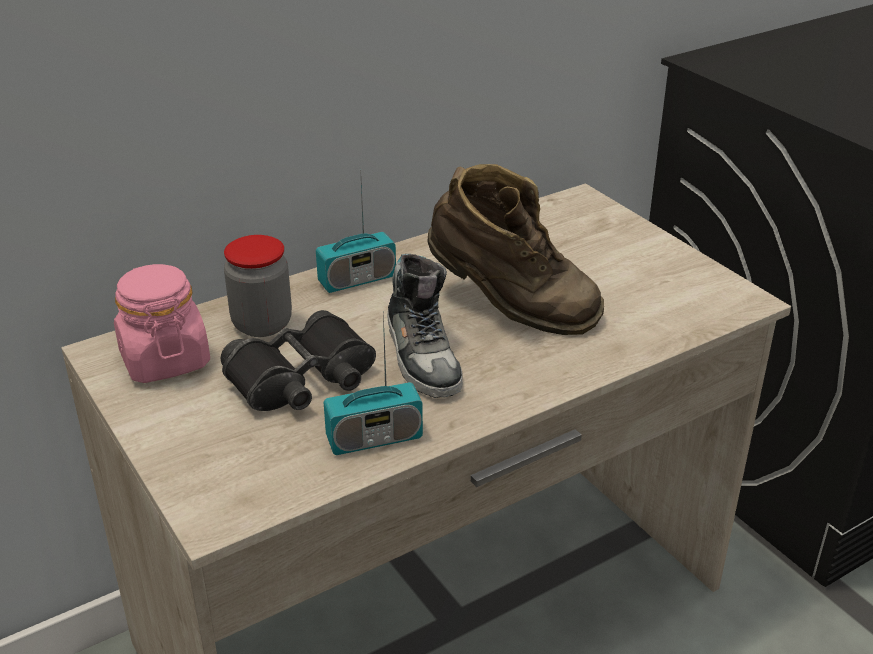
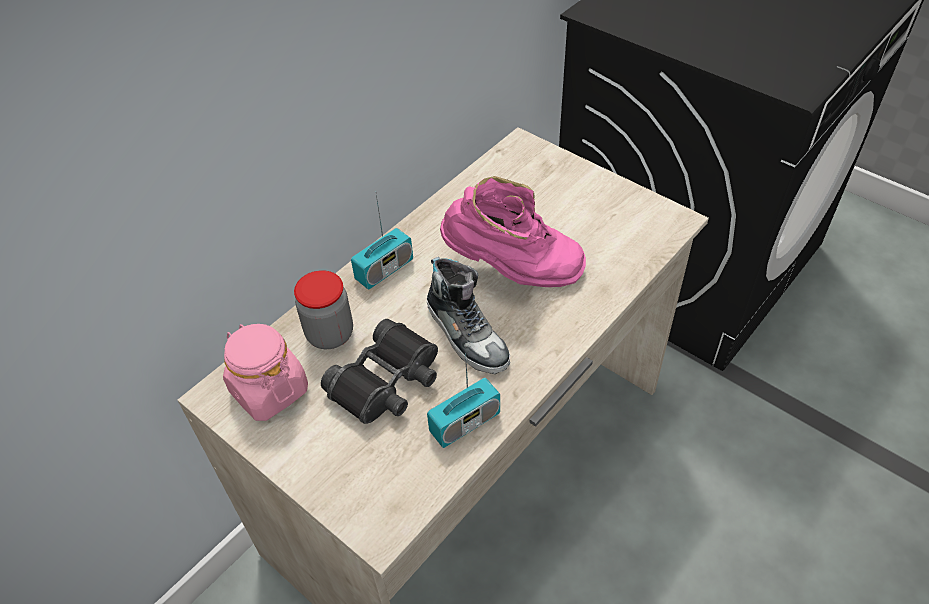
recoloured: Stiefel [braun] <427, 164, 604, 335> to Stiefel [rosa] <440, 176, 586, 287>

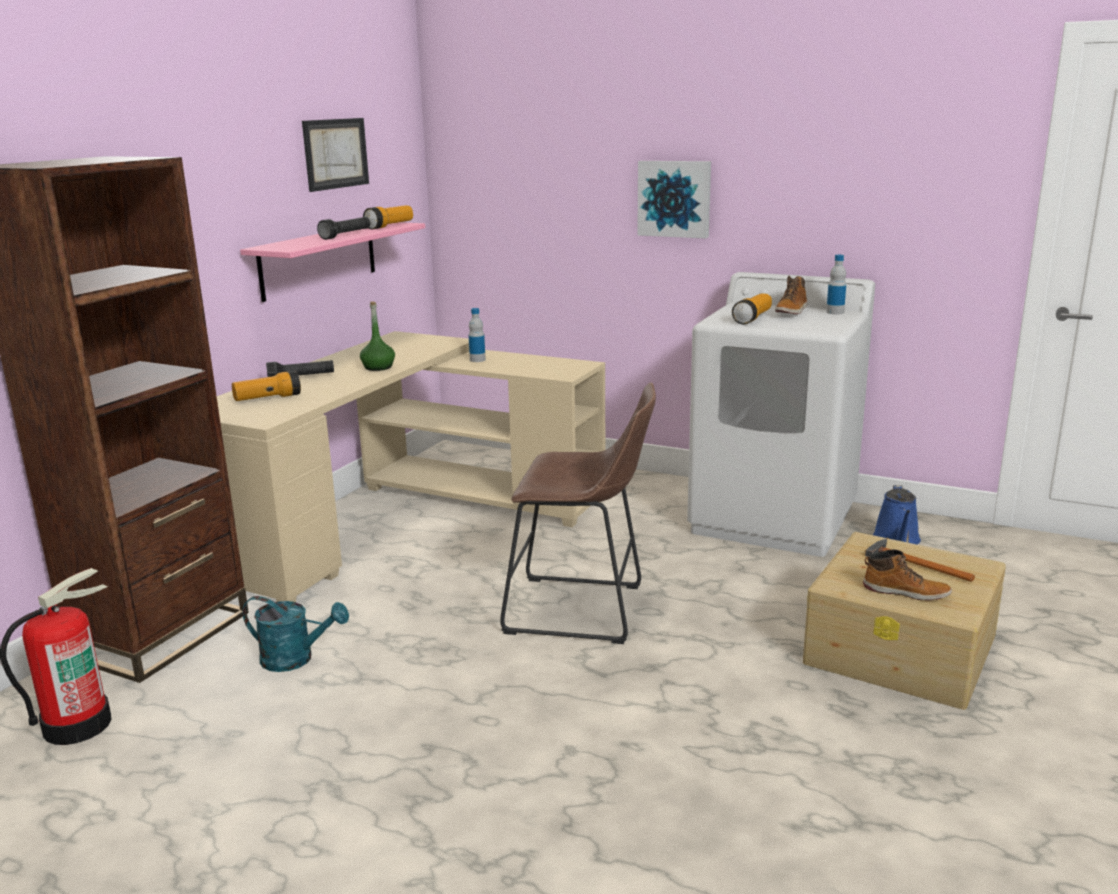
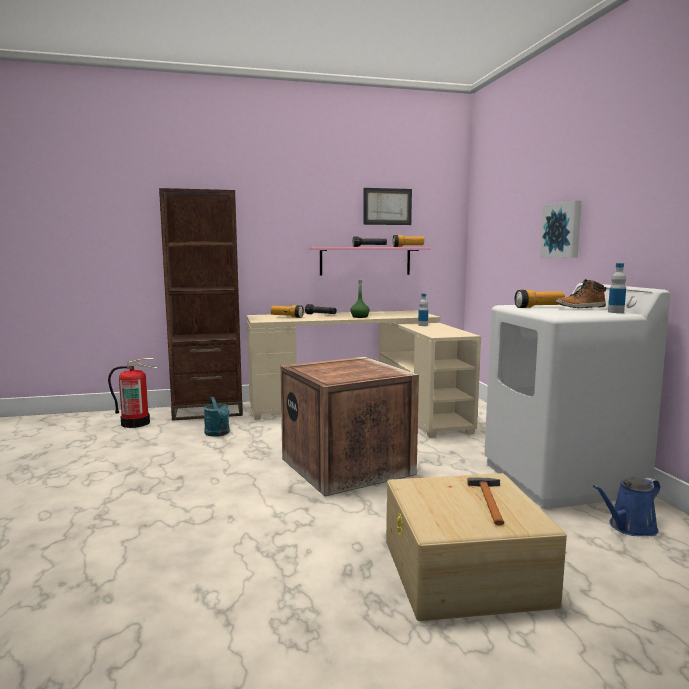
removed: Stiefel <863, 549, 952, 601>
replaced: Hocker [braun] <500, 382, 656, 644> to Kiste <280, 357, 419, 496>

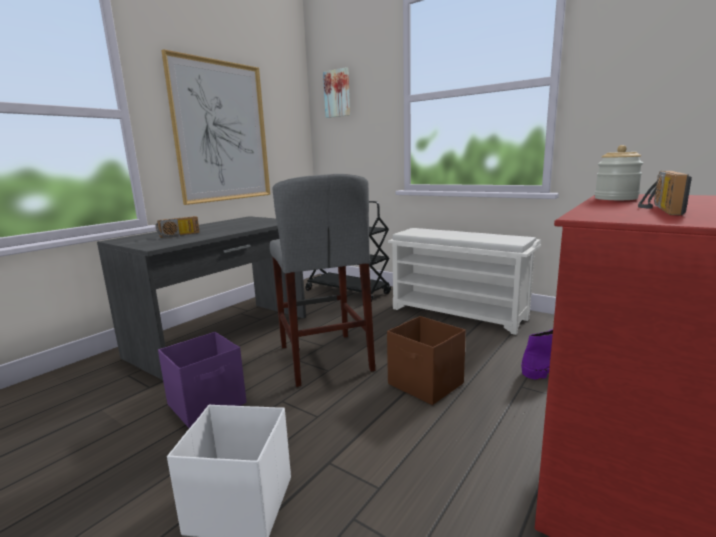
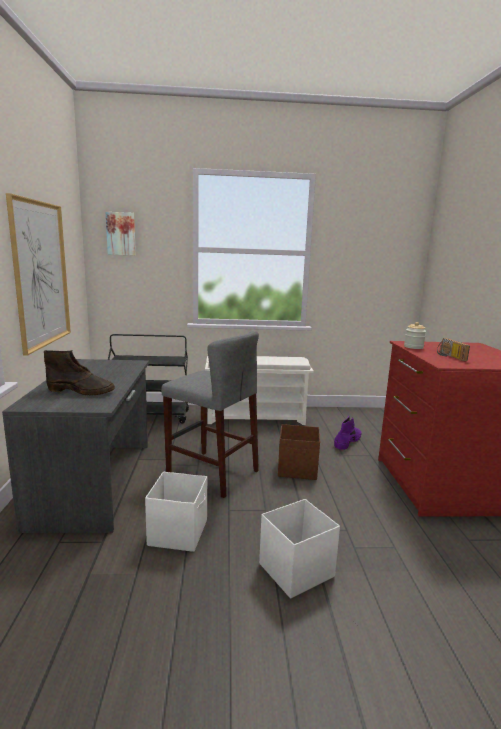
replaced: Radio <155, 216, 200, 238> to Stiefel [braun] <44, 350, 115, 396>
recoloured: Aufbewahrungsbox [lila] <158, 332, 246, 428> to Aufbewahrungsbox [weiß] <145, 472, 207, 552>

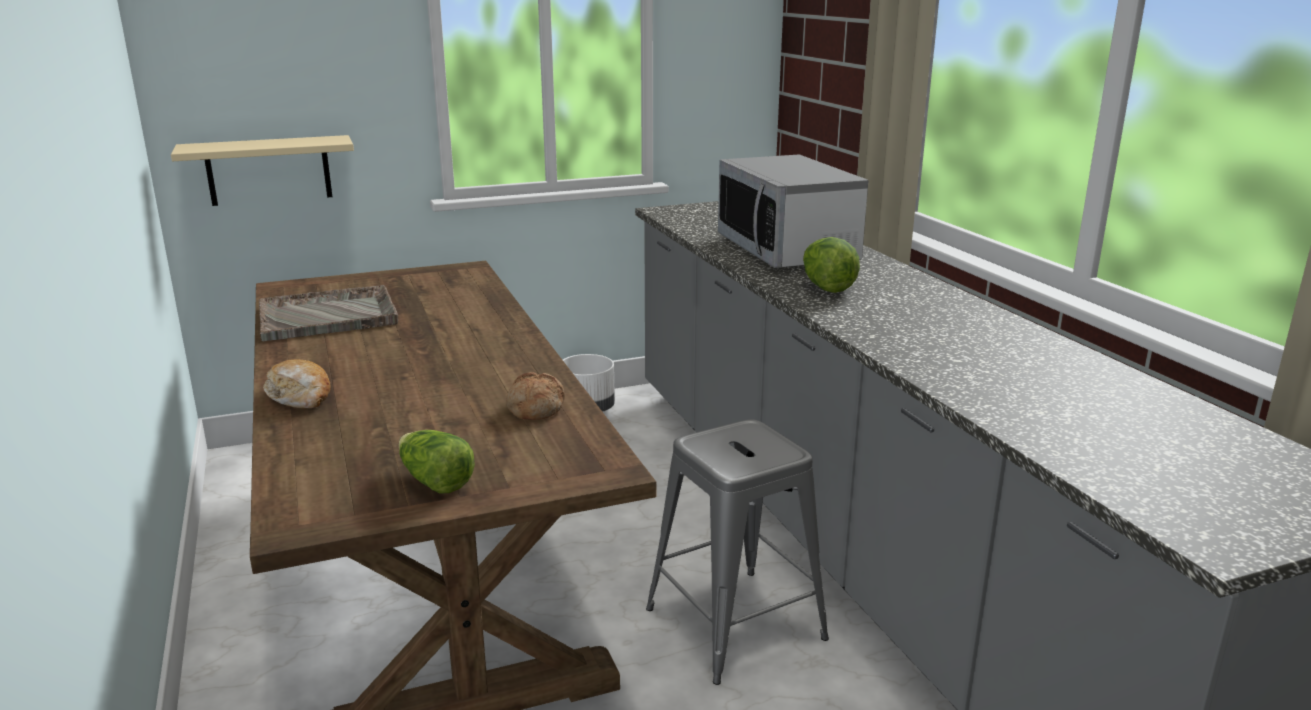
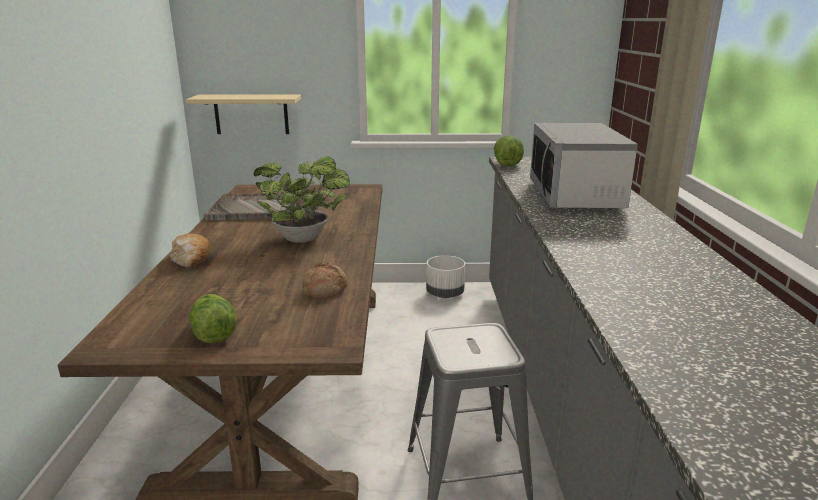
added: Topfpflanze <254, 156, 350, 243>
moved: Salatkopf <803, 237, 860, 293> to <494, 135, 524, 167>

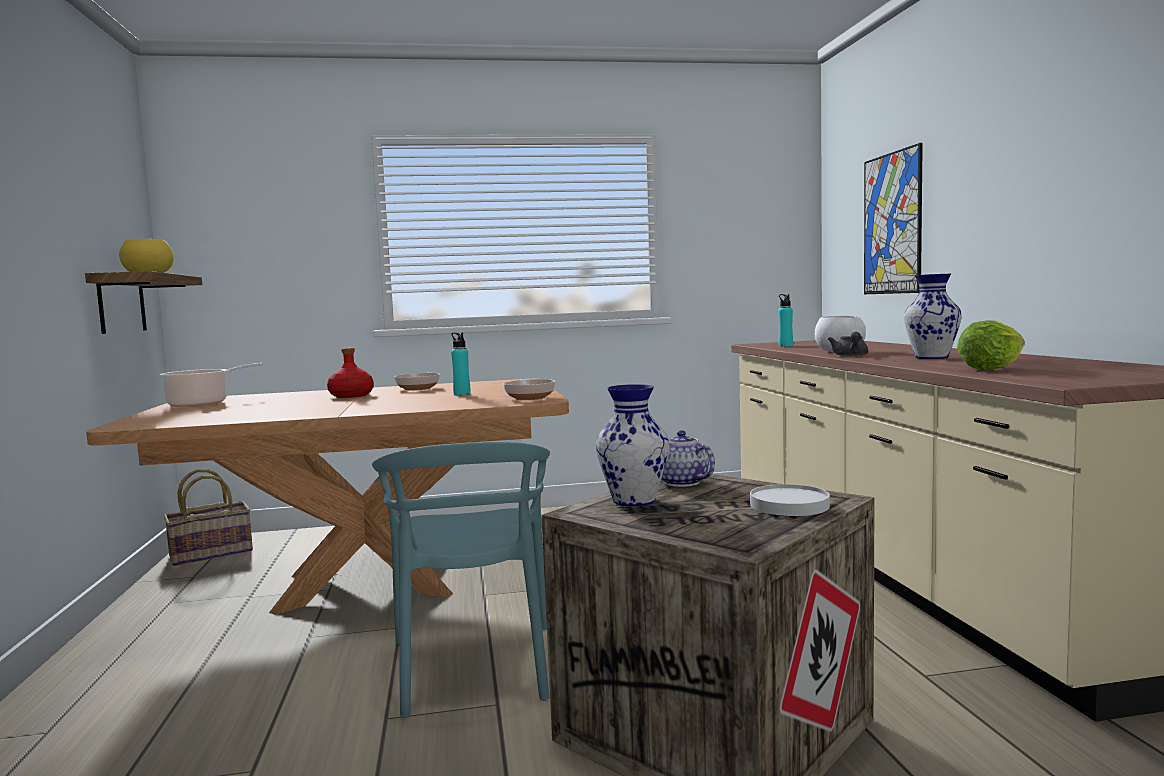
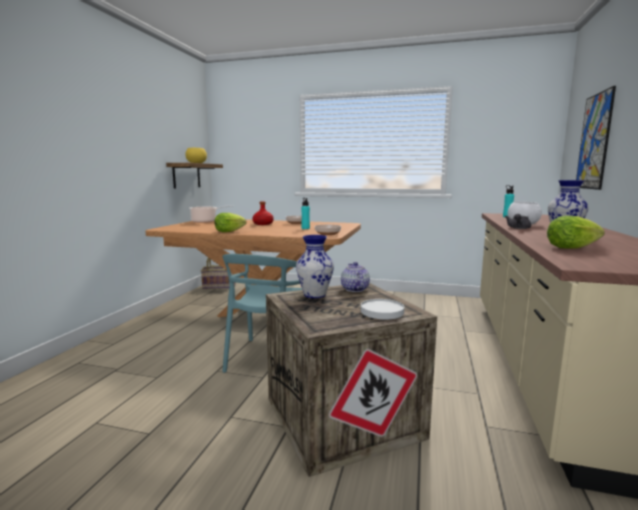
added: Salatkopf <214, 213, 246, 232>

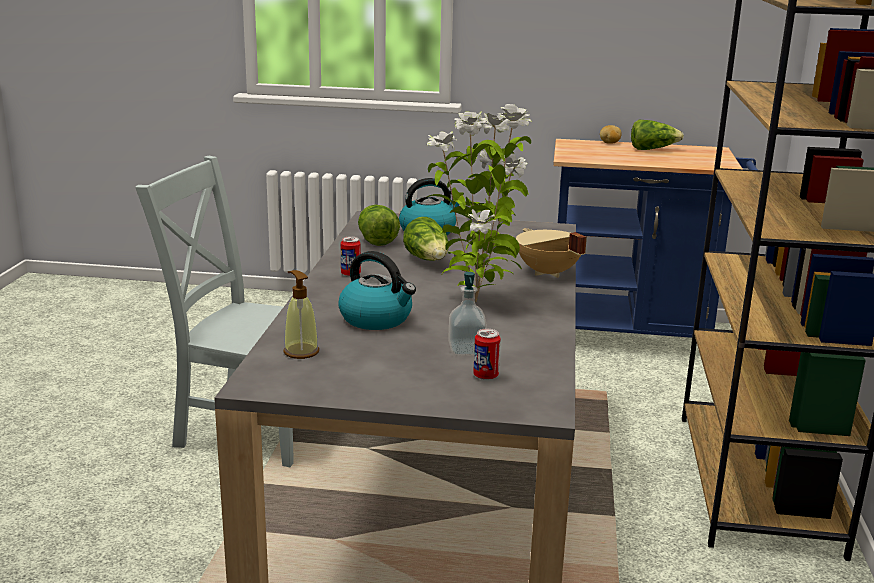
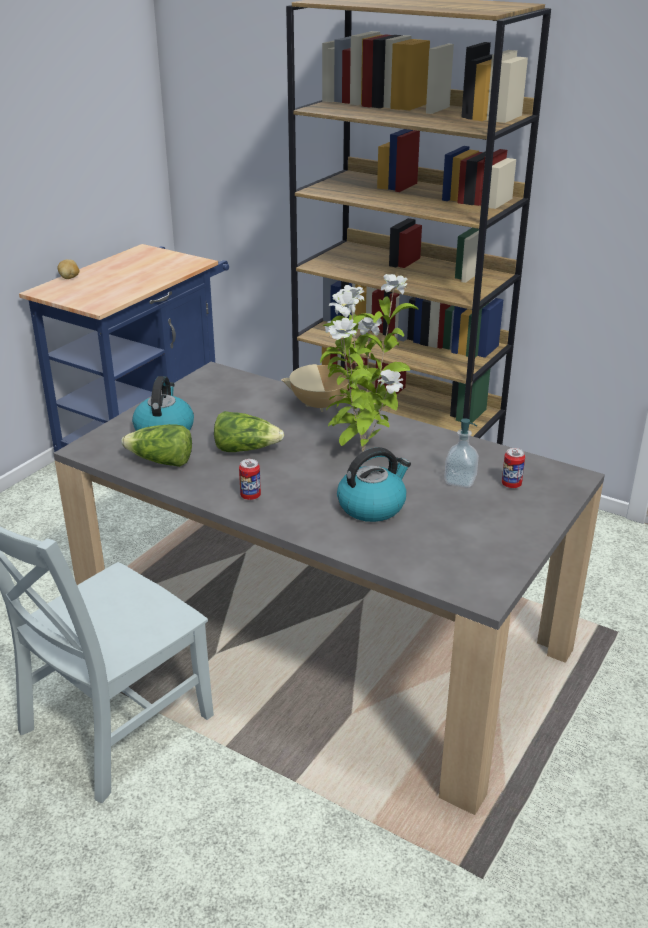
removed: Seifenspender <283, 270, 319, 359>; Salatkopf <631, 120, 684, 150>

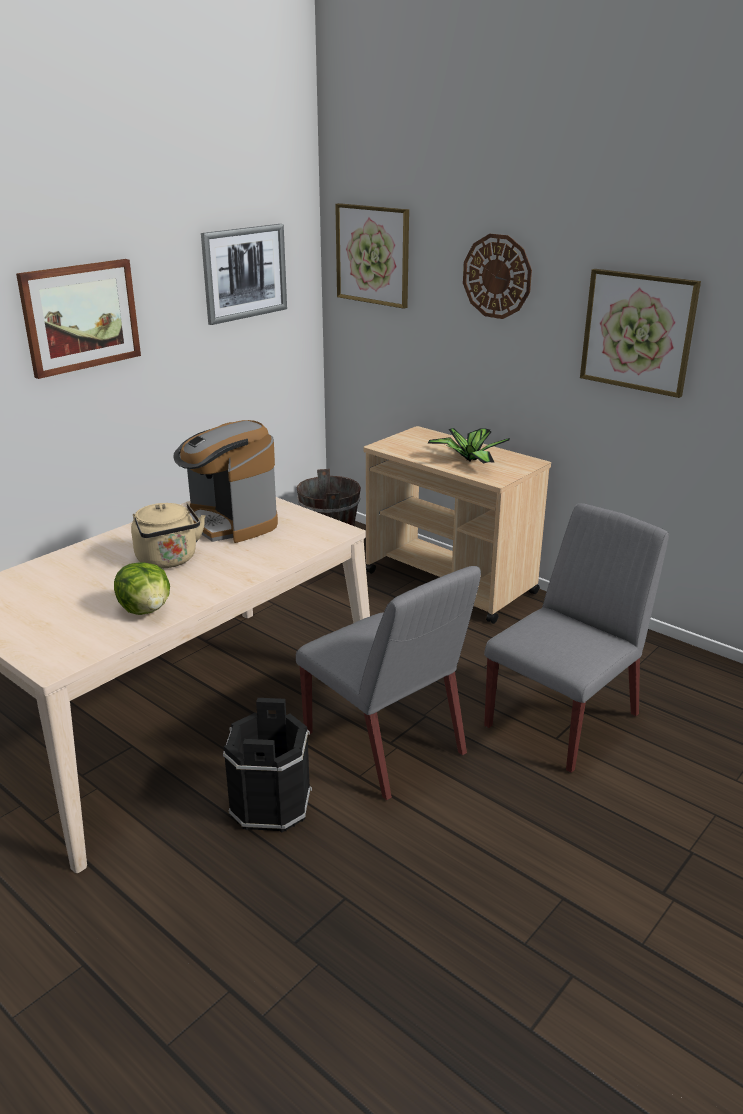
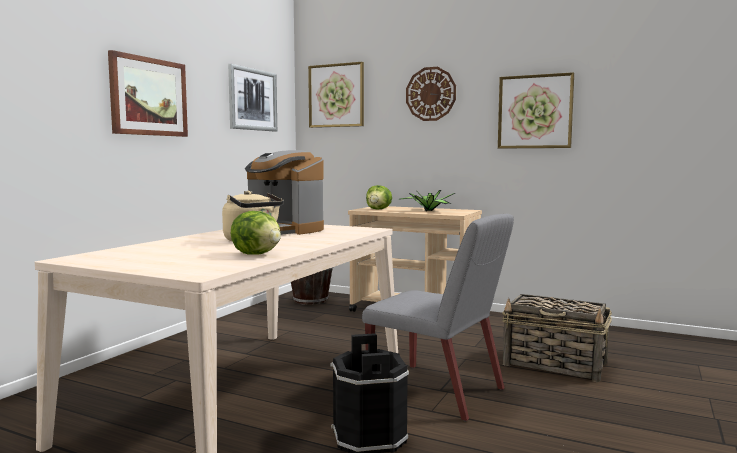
added: Salatkopf <366, 185, 392, 210>
replaced: Stuhl [grau] <484, 503, 669, 773> to Korb <502, 294, 612, 382>

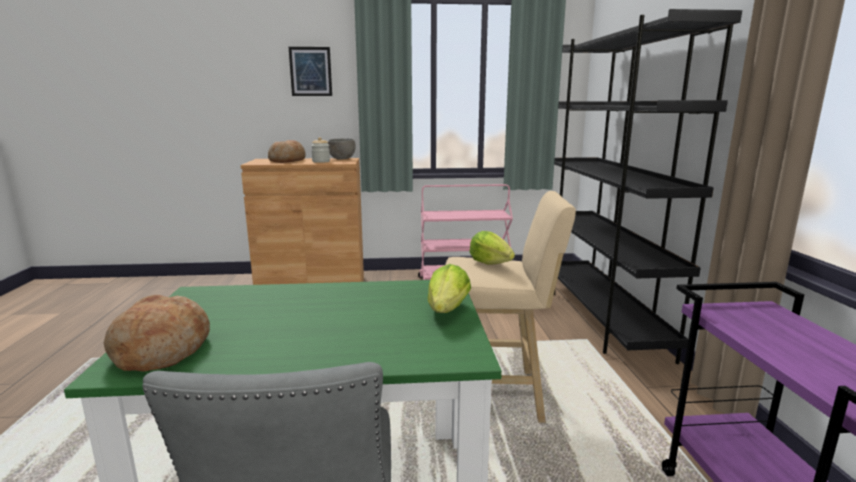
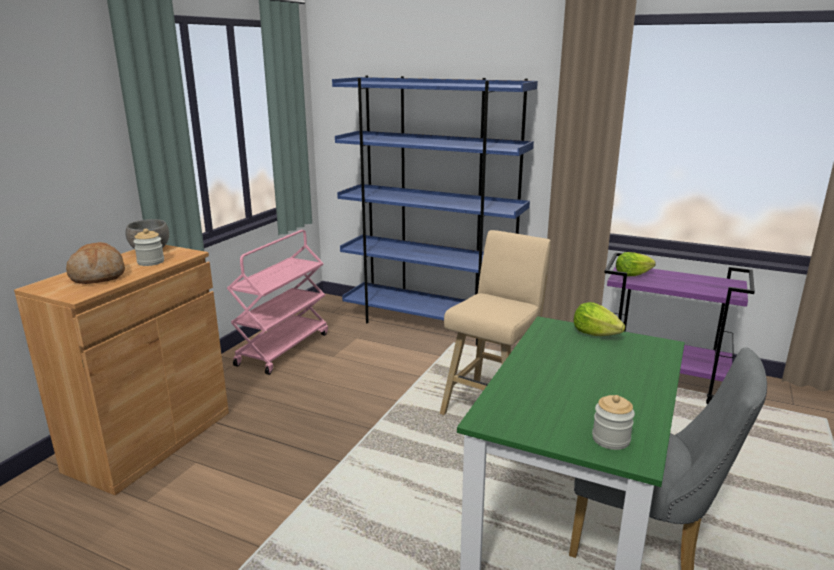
removed: Bild <289, 47, 332, 96>
moved: Salatkopf <470, 231, 515, 264> to <616, 252, 656, 276>
replaced: Brot <104, 295, 210, 372> to Vorratsglas <592, 395, 635, 450>
recoloured: Bücherregal [schwarz] <554, 9, 742, 364> to Bücherregal [blau] <332, 76, 538, 346>

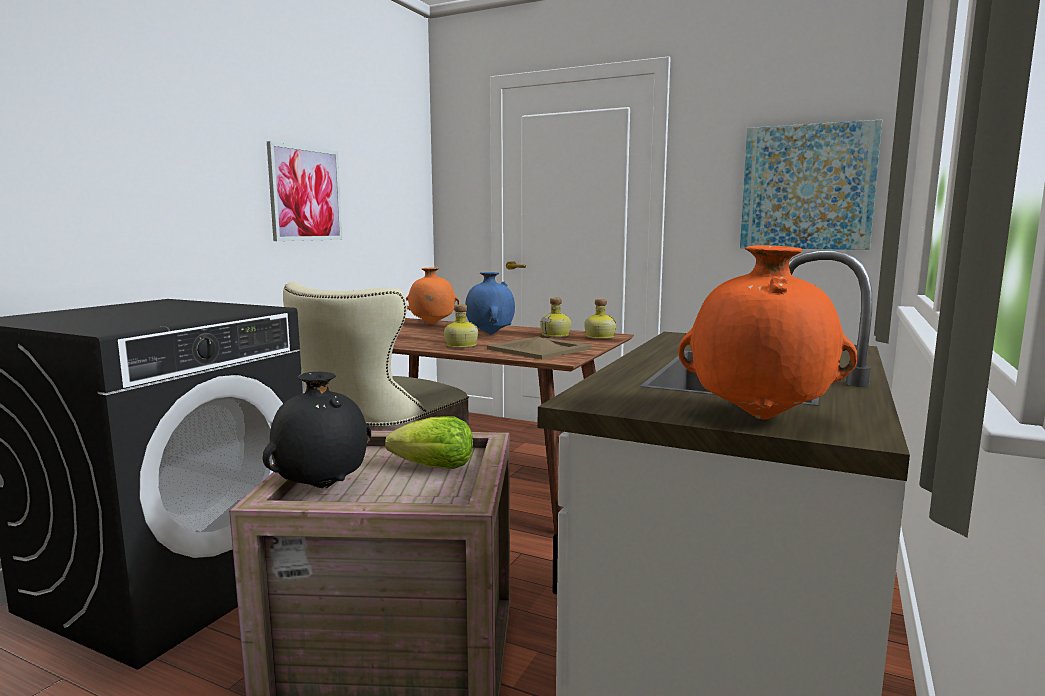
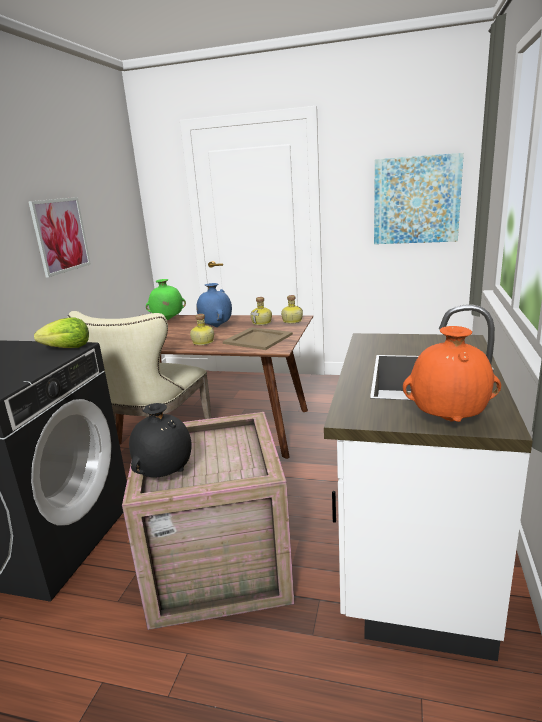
moved: Salatkopf <385, 416, 473, 469> to <34, 317, 89, 348>
recoloured: Vase [orange] <406, 268, 459, 324> to Vase [grün] <146, 279, 186, 320>

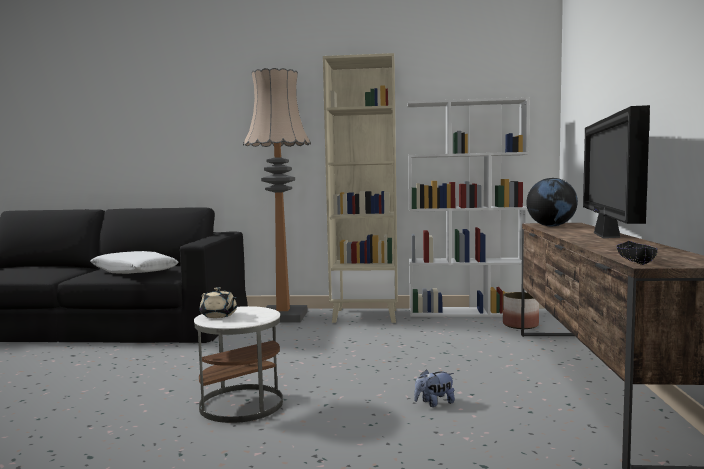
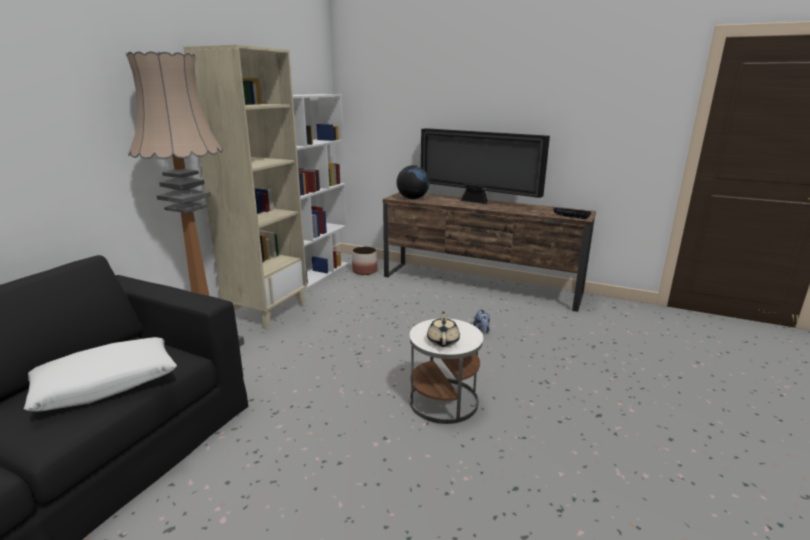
turned: Teekanne [beige] <200, 287, 237, 318> = <427, 311, 460, 347> 60 degrees counterclockwise

